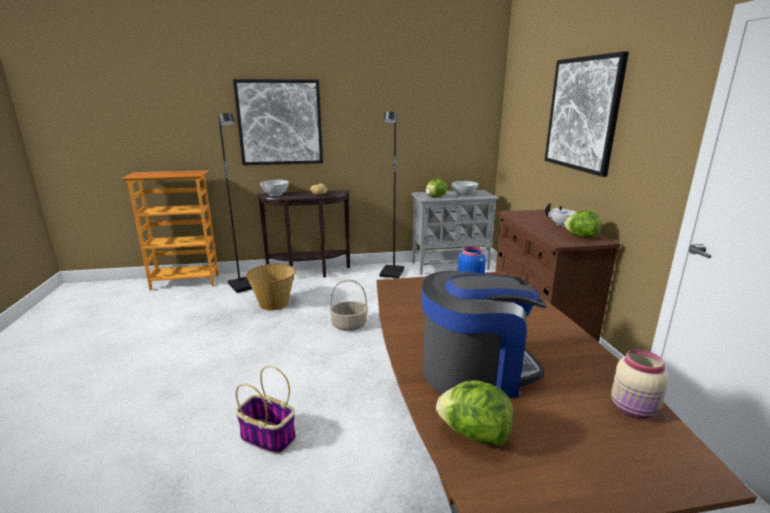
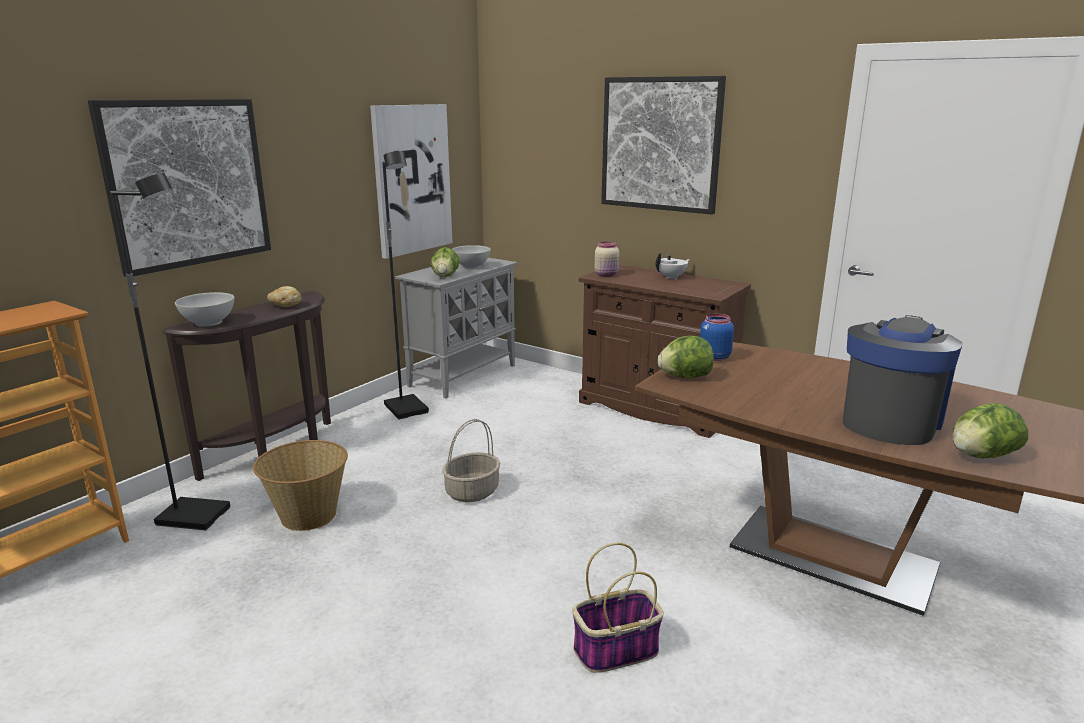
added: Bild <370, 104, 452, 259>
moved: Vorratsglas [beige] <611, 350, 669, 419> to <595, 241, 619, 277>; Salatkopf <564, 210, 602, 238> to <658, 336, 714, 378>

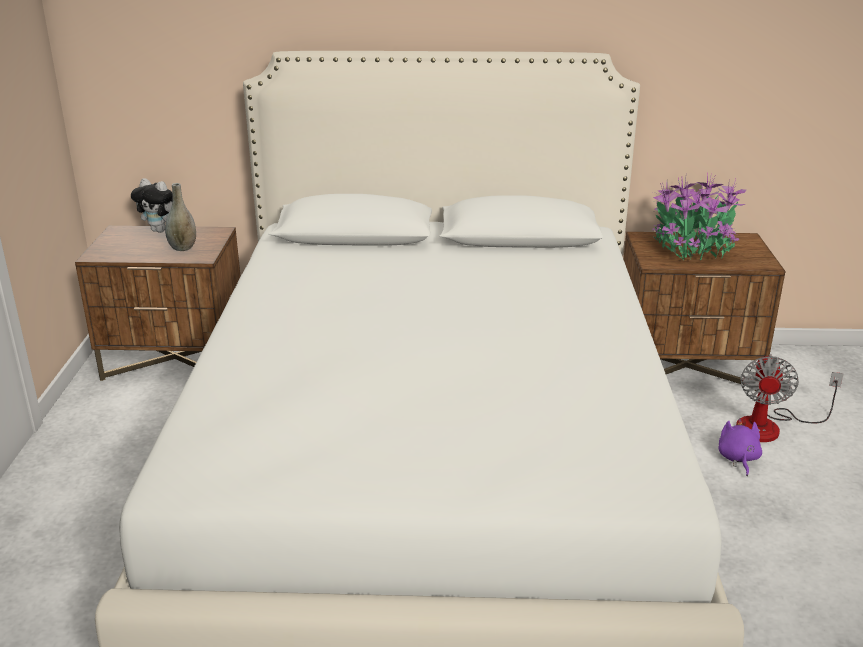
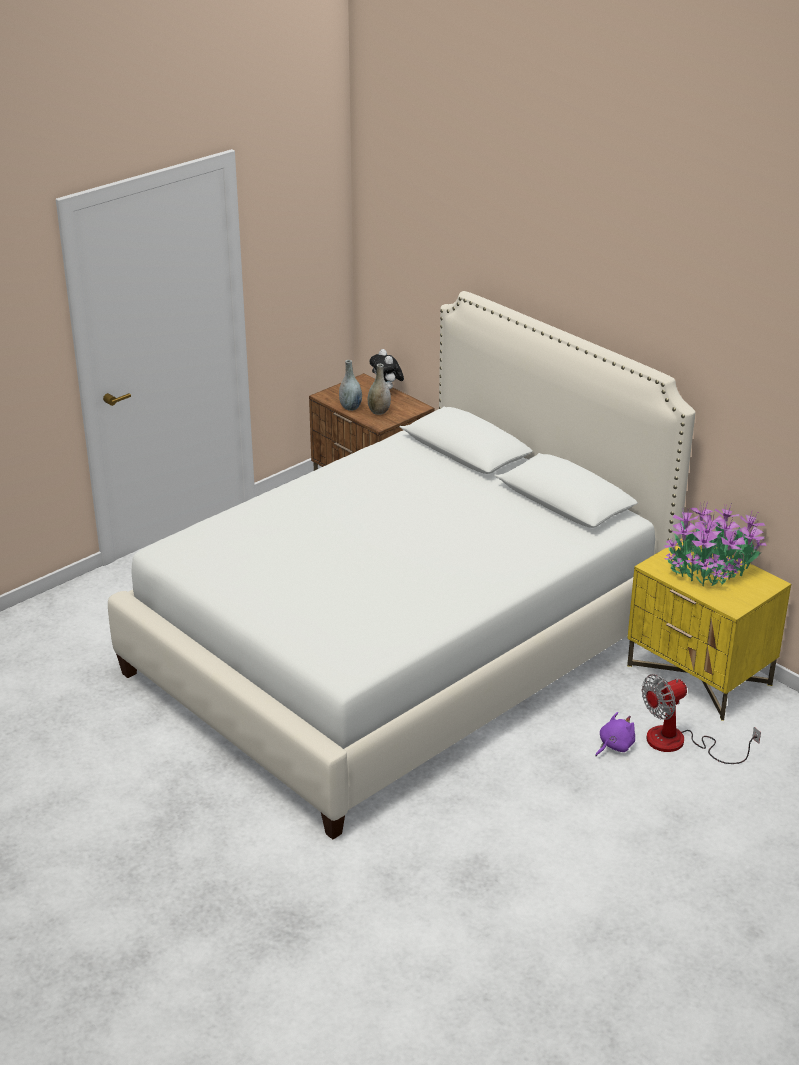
added: Vase [grau] <339, 360, 362, 411>
recoloured: Nachttisch [braun] <623, 232, 786, 391> to Nachttisch [gelb] <627, 538, 791, 721>

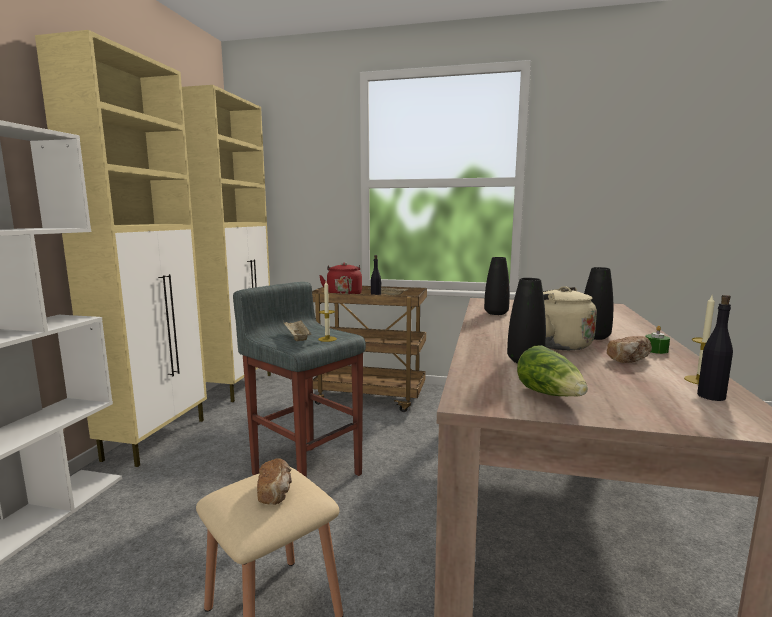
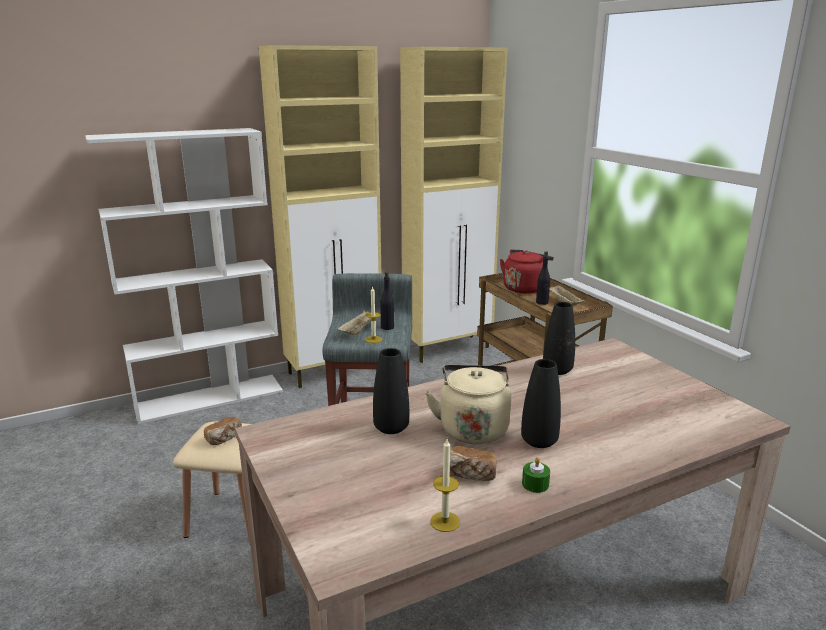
removed: Salatkopf <517, 345, 588, 396>
moved: Flasche [schwarz] <697, 295, 733, 401> to <380, 272, 394, 330>

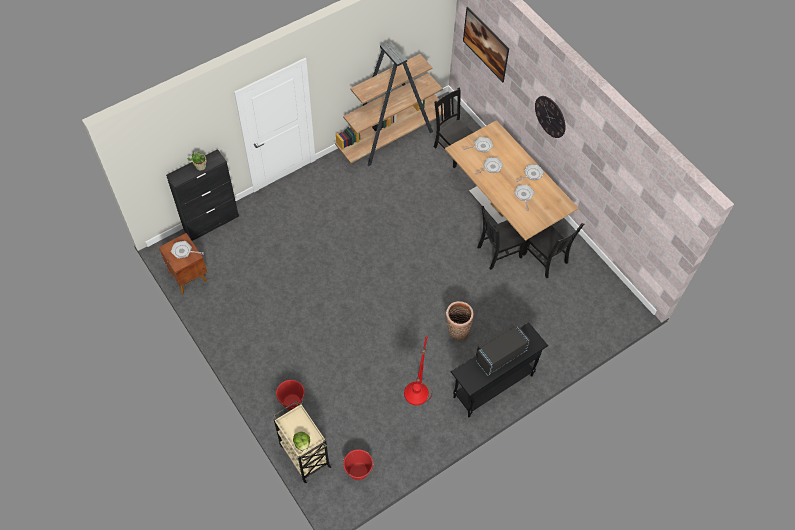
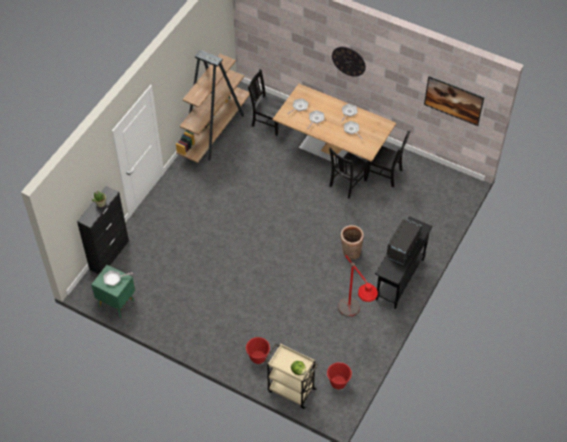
moved: Bild <463, 7, 509, 82> to <424, 76, 484, 126>
recoloured: Nachttisch [braun] <159, 233, 207, 294> to Nachttisch [grün] <91, 265, 135, 318>

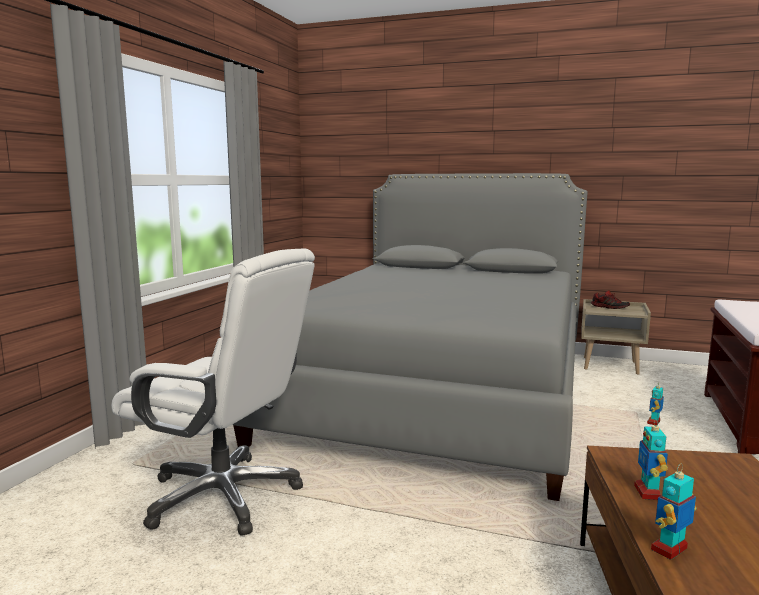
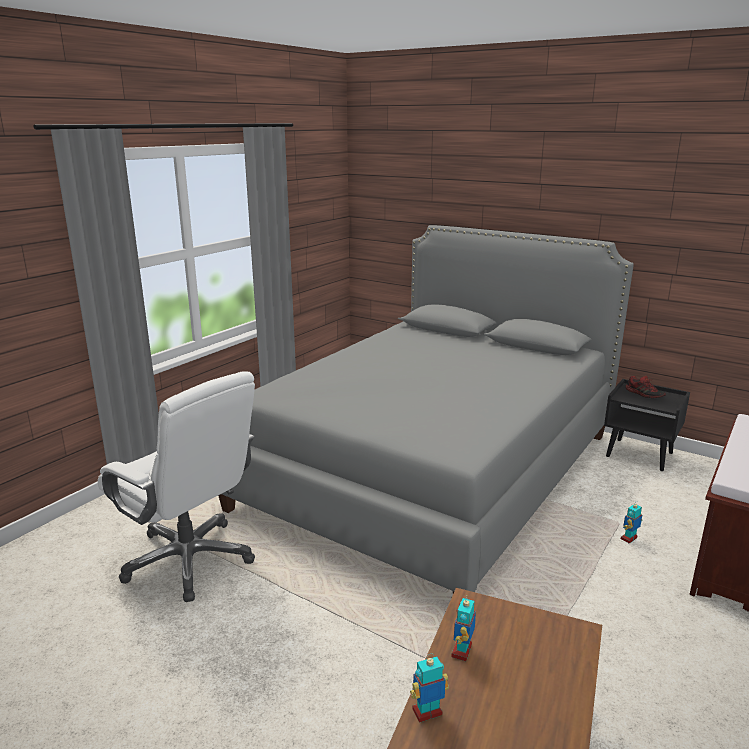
recoloured: Nachttisch [beige] <581, 299, 651, 374> to Nachttisch [schwarz] <604, 379, 690, 471>

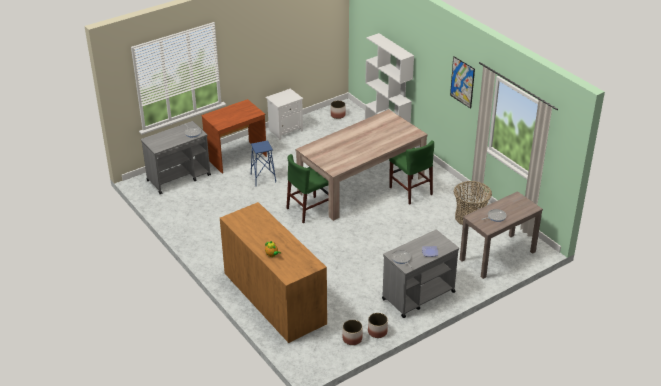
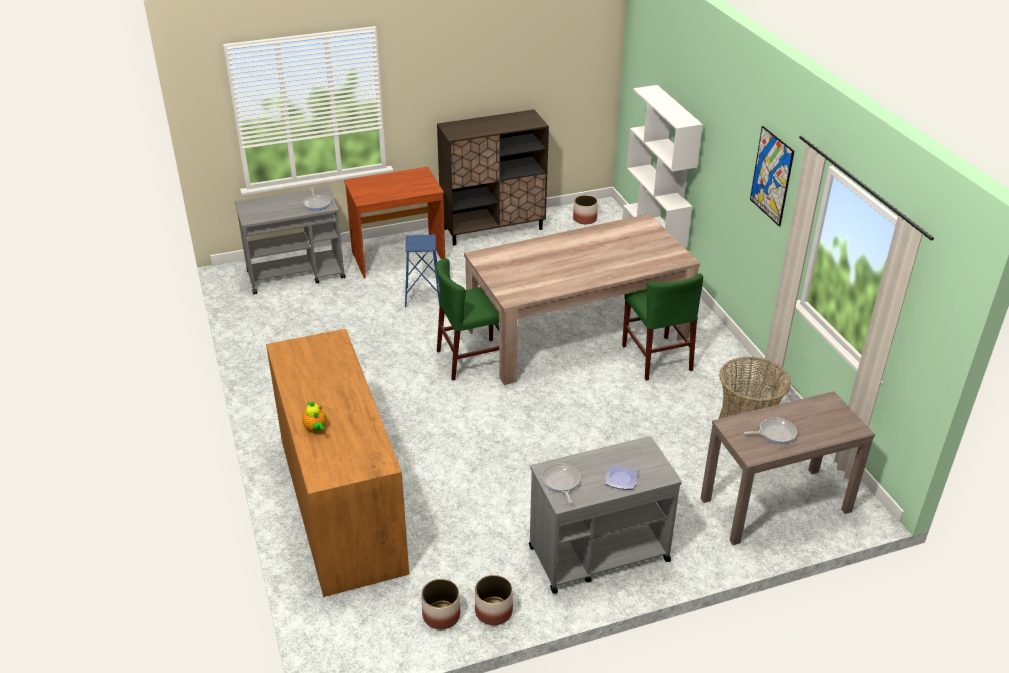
replaced: Nachttisch [weiß] <266, 88, 303, 140> to Schrank [braun] <437, 110, 549, 245>

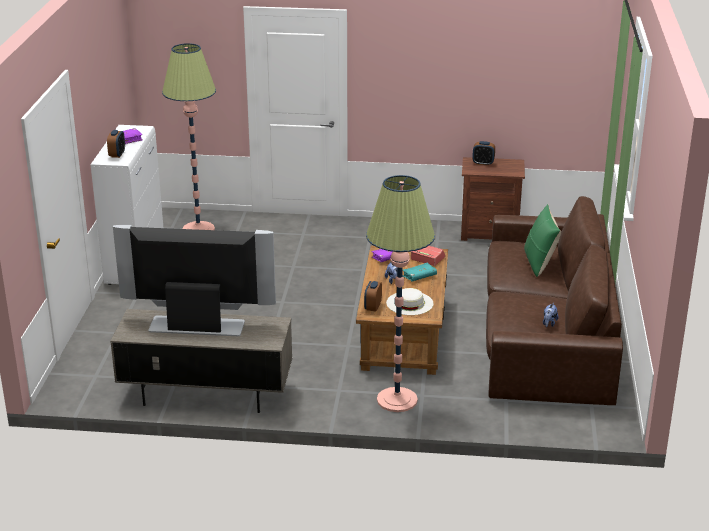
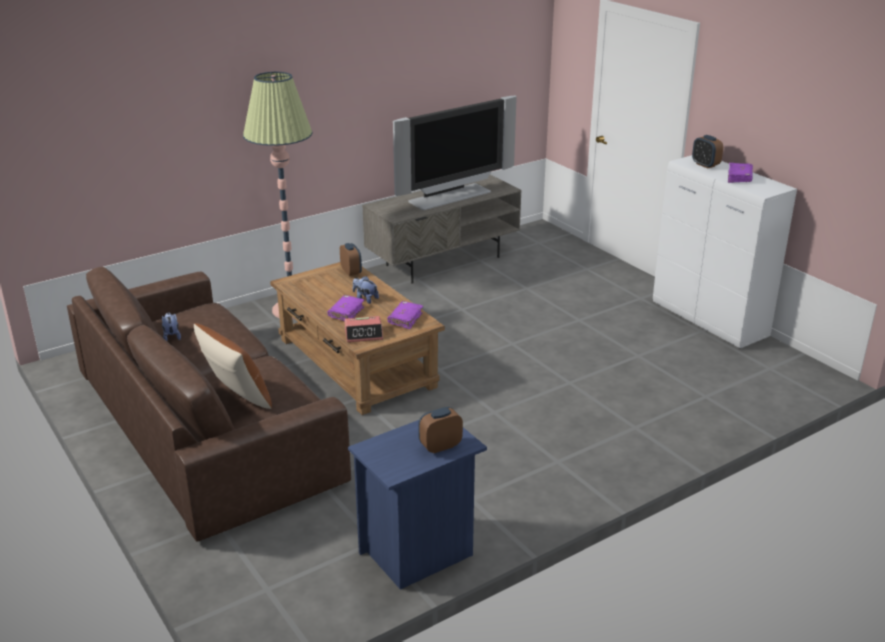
removed: Stehlampe <162, 43, 216, 230>; Hut [weiß] <386, 288, 434, 315>
recoloured: Kissen [grün] <524, 204, 561, 277> to Kissen [braun] <194, 323, 272, 409>; Buch [türkis] <403, 263, 437, 281> to Buch [lila] <328, 295, 364, 321>; Nachttisch [braun] <461, 157, 525, 241> to Nachttisch [blau] <348, 420, 487, 590>

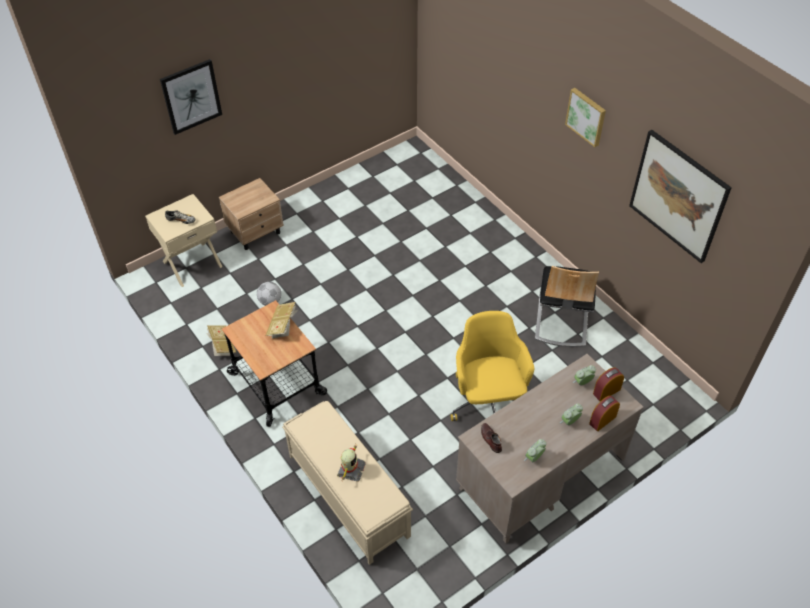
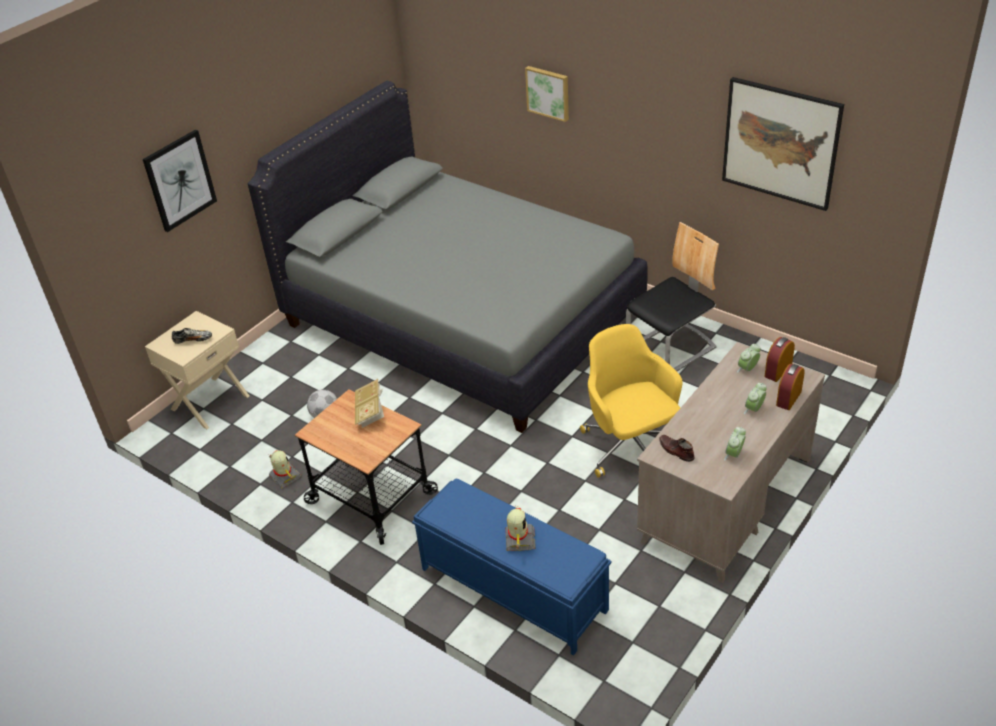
removed: Nachttisch [beige] <219, 178, 284, 250>
added: Bett [grau] <248, 81, 648, 433>
moved: Bild <565, 88, 606, 147> to <525, 66, 569, 122>
replaced: Buch <206, 326, 236, 356> to Spielzeugroboter <269, 450, 302, 488>
recoloured: Bank [beige] <282, 401, 413, 565> to Bank [blau] <412, 478, 612, 656>
turned: Stuhl <535, 266, 599, 347> = <626, 222, 719, 371> 120 degrees counterclockwise

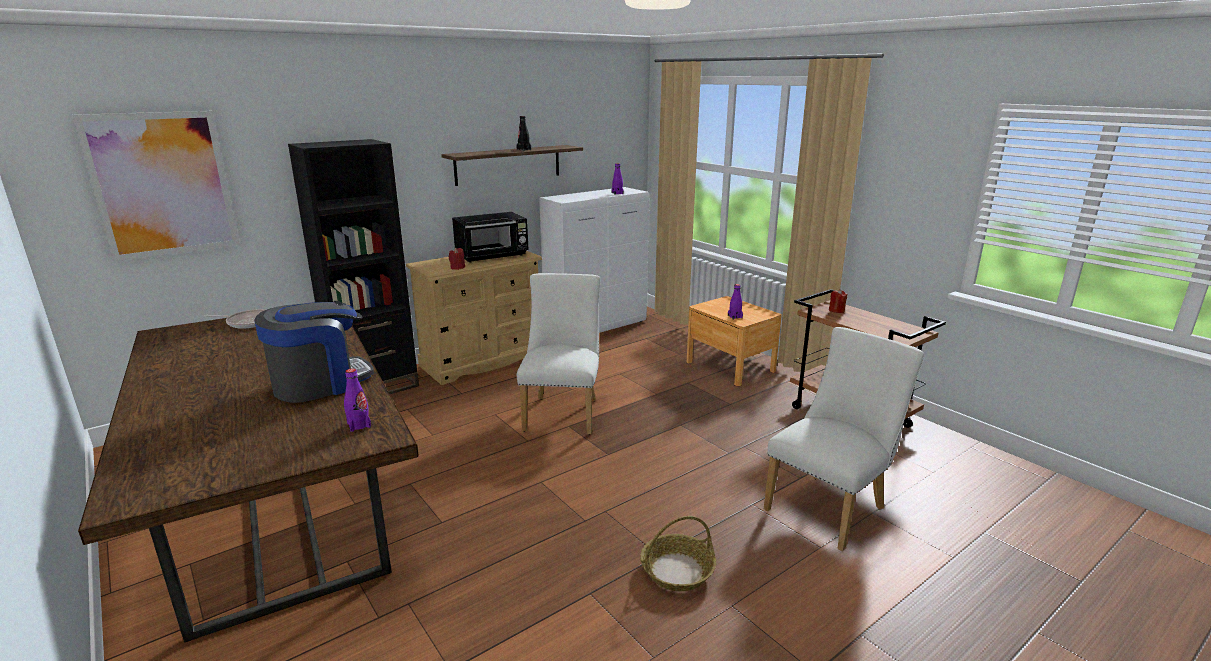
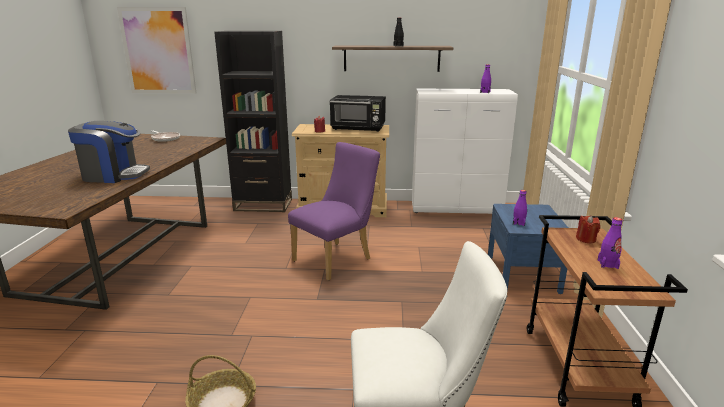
moved: Flasche [lila] <344, 368, 371, 432> to <598, 217, 623, 269>
recoloured: Stuhl [weiß] <517, 273, 601, 435> to Stuhl [lila] <288, 142, 380, 281>; Nachttisch [braun] <687, 296, 782, 386> to Nachttisch [blau] <488, 204, 568, 294>

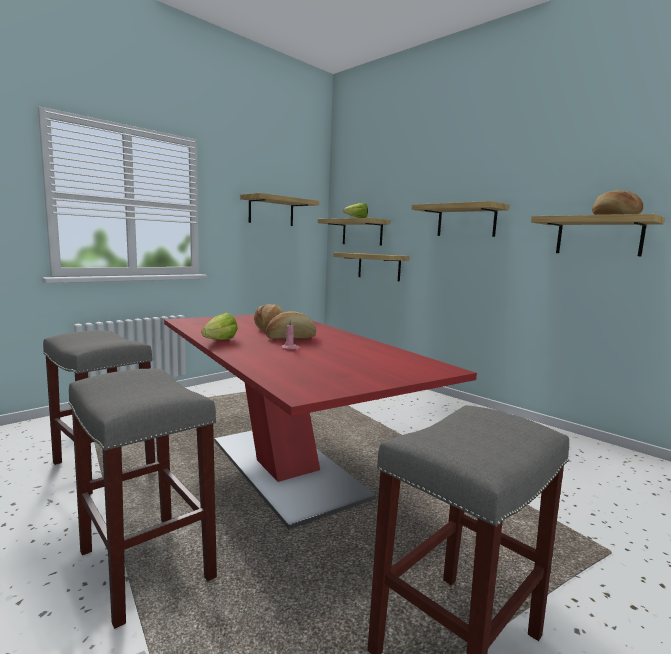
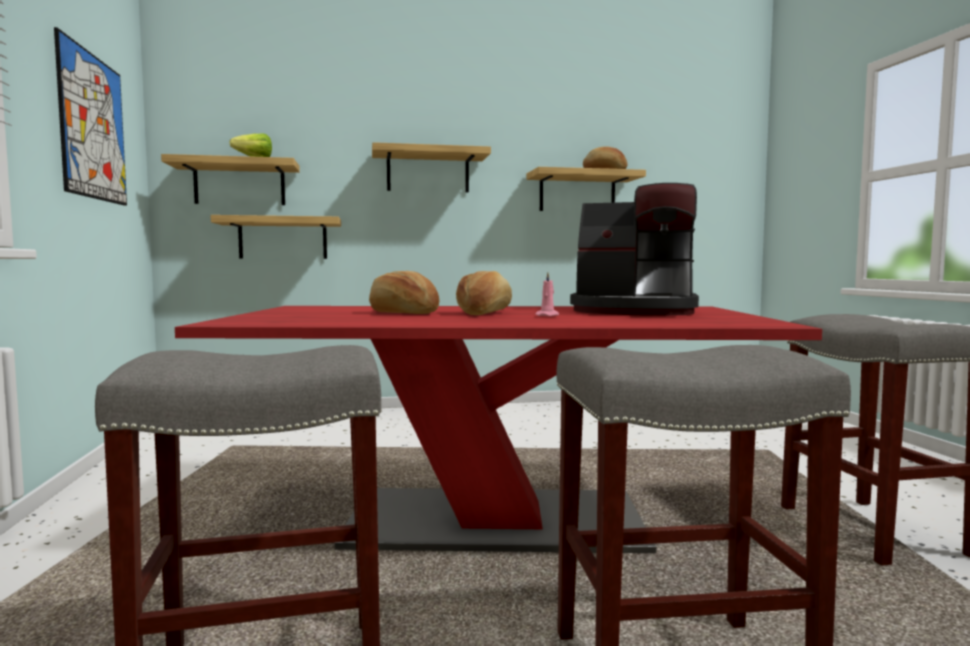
removed: Salatkopf <202, 313, 238, 340>
added: Kaffeemaschine <570, 183, 699, 316>
replaced: Wandregal <240, 193, 319, 226> to Bild <54, 27, 127, 206>

